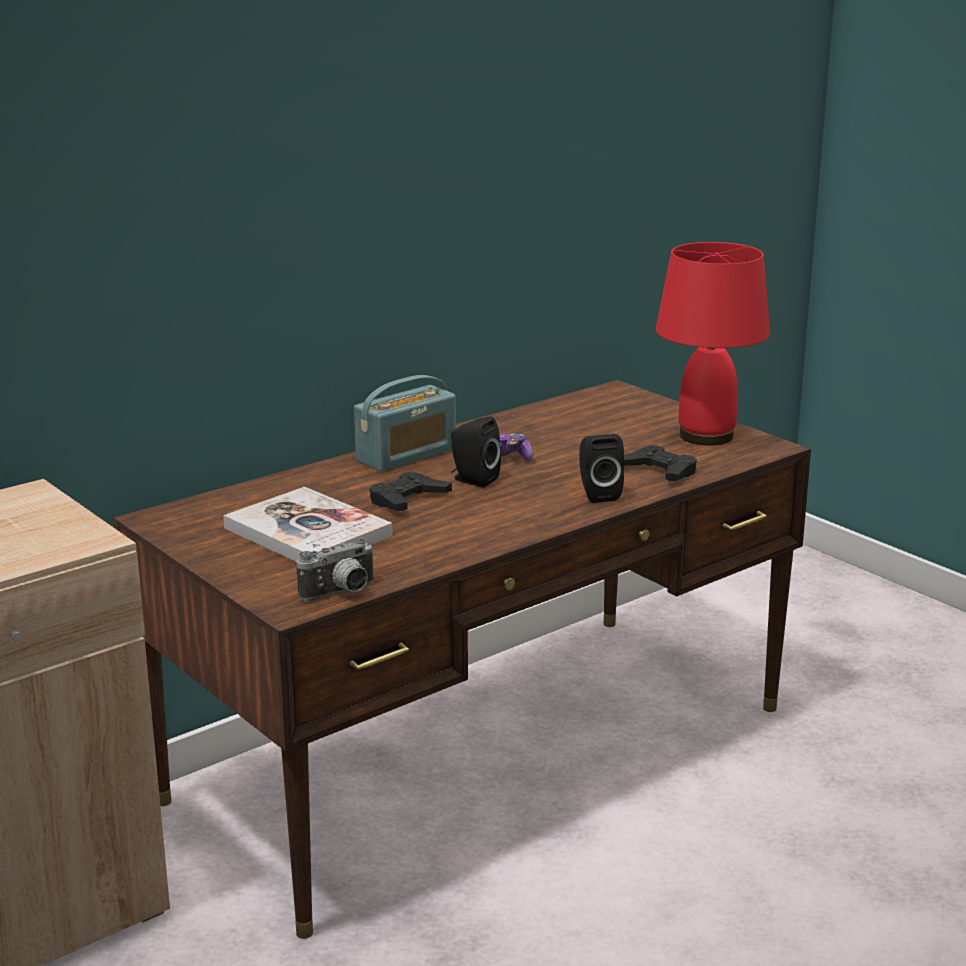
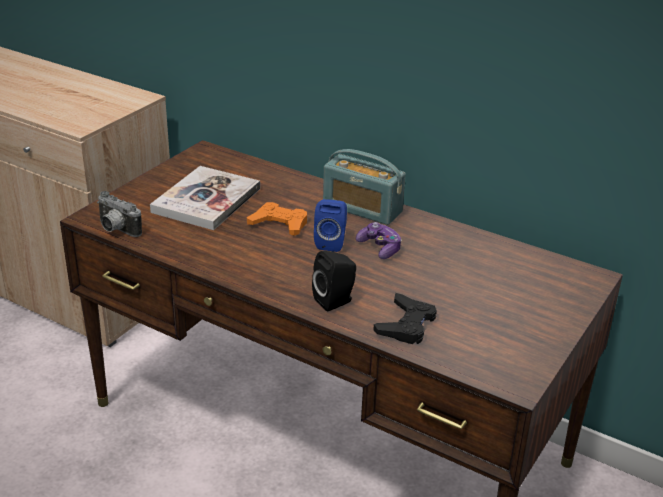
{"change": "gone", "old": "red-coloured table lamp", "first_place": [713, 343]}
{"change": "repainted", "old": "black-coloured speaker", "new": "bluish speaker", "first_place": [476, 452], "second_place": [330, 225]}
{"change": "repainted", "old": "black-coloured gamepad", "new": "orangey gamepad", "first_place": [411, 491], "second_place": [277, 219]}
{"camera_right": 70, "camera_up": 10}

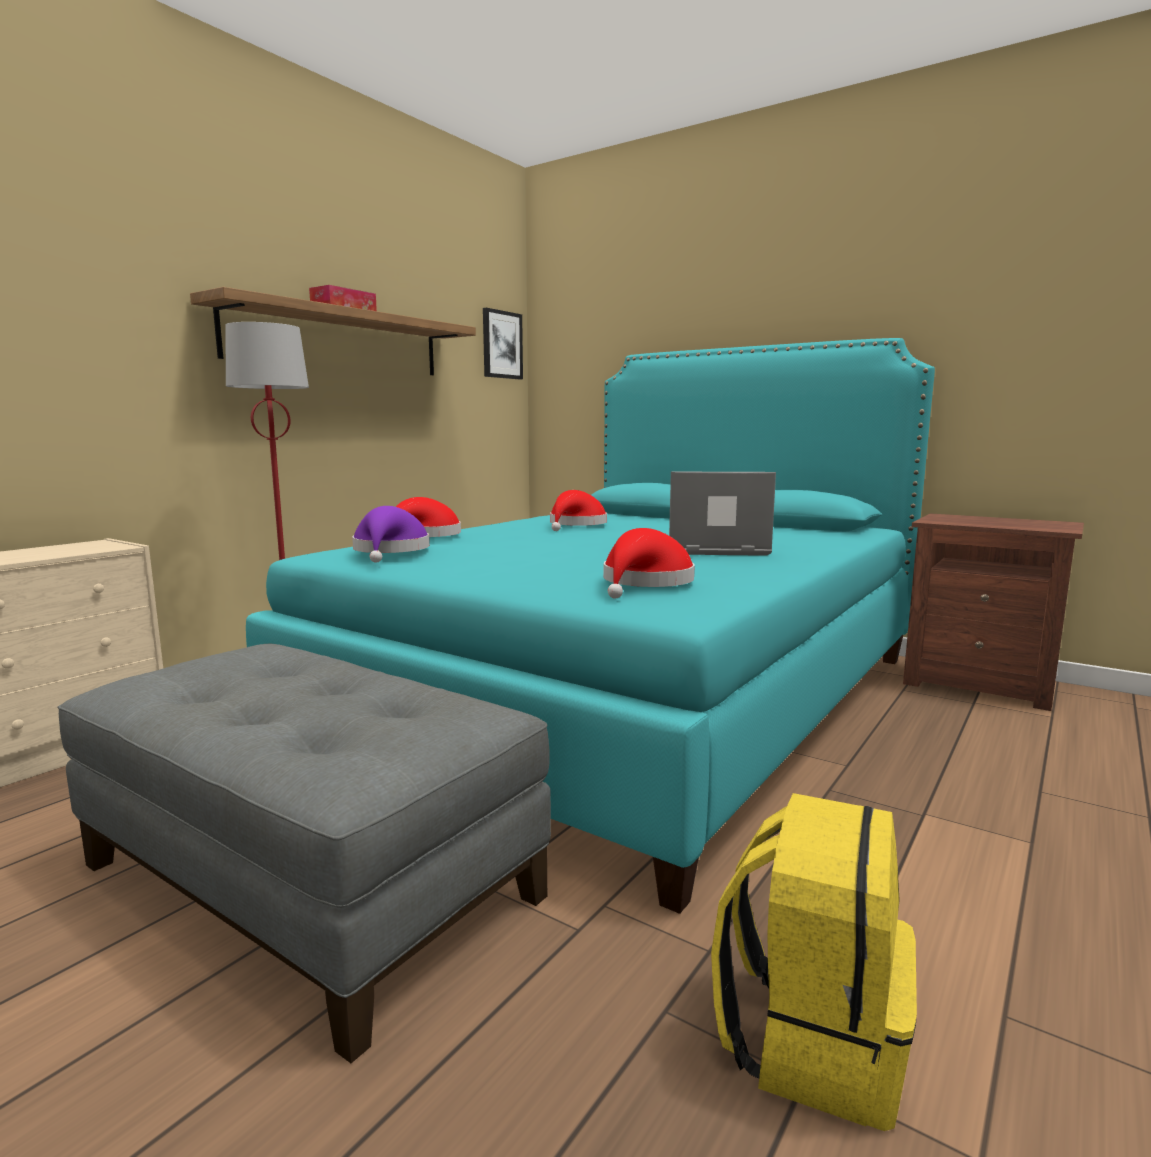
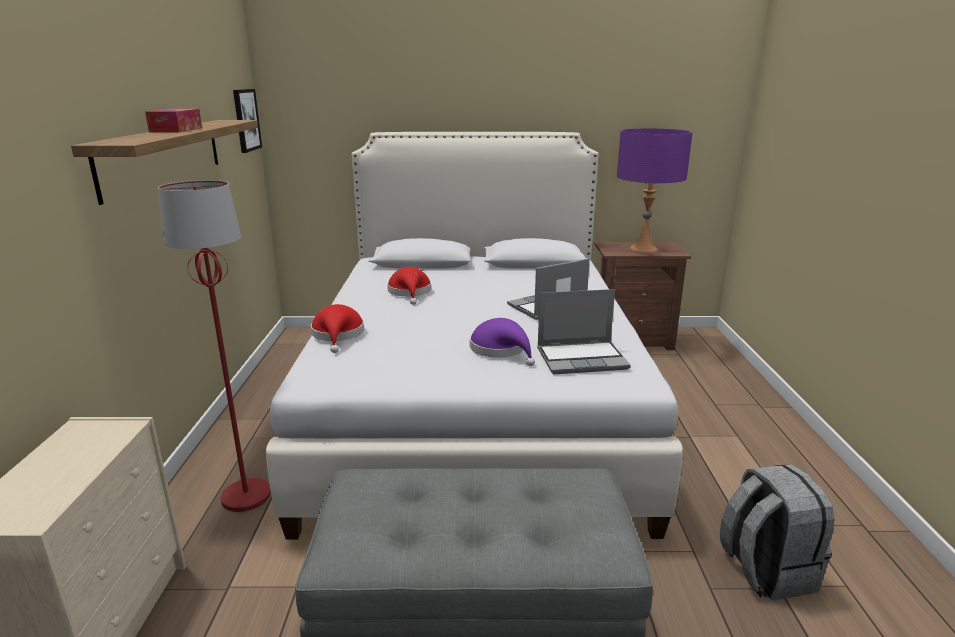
{"change": "repainted", "old": "blue-green bed", "new": "whitish bed", "first_place": [590, 626], "second_place": [474, 336]}
{"change": "shifted", "old": "purple-coloured clothing hat", "first_place": [390, 534], "second_place": [502, 342]}
{"change": "swapped", "old": "red-coloured clothing hat", "new": "notebook computer", "first_place": [649, 563], "second_place": [584, 331]}
{"change": "repainted", "old": "yellow knapsack", "new": "greyish knapsack", "first_place": [814, 962], "second_place": [777, 532]}
{"change": "new", "new": "purple-coloured table lamp", "second_place": [655, 190]}
{"camera_right": -35, "camera_up": 10}

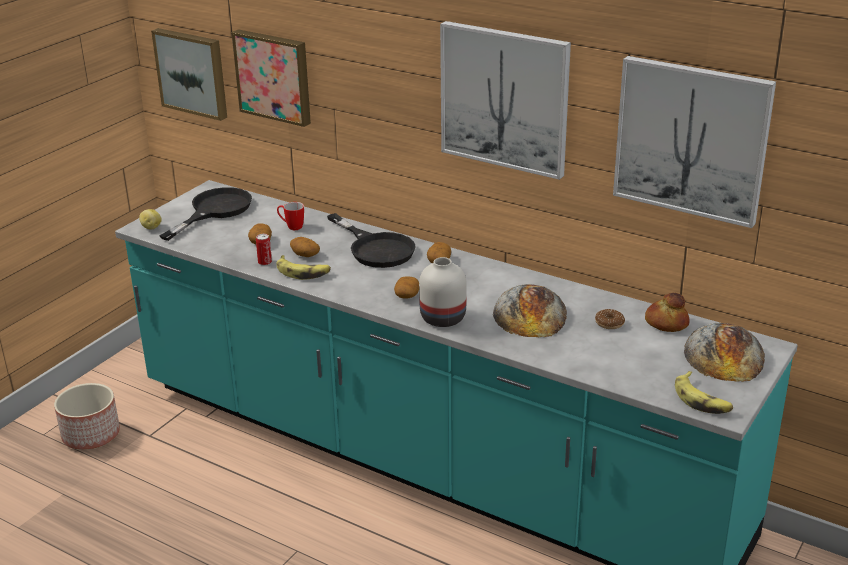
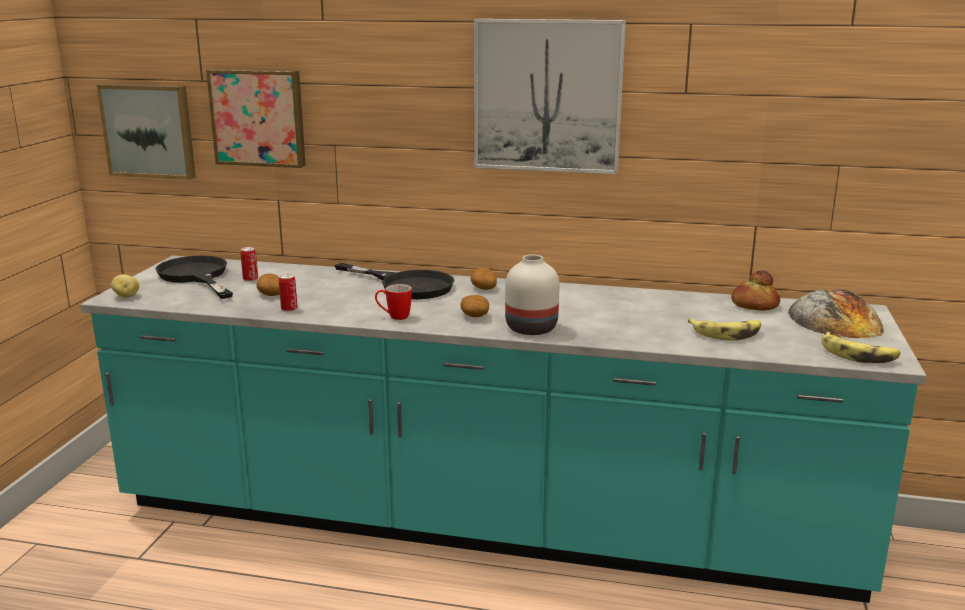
{"change": "gone", "old": "wall picture", "first_place": [694, 142]}
{"change": "rotated", "old": "black-coloured skillet", "first_place": [205, 214], "second_place": [194, 277], "degrees": -45}
{"change": "shifted", "old": "tea mug", "first_place": [290, 216], "second_place": [393, 302]}
{"change": "gone", "old": "potato", "first_place": [305, 247]}
{"change": "shifted", "old": "banana fruit", "first_place": [303, 267], "second_place": [724, 329]}
{"change": "gone", "old": "bread", "first_place": [530, 310]}
{"change": "gone", "old": "doughnut", "first_place": [610, 319]}
{"change": "gone", "old": "plant pot", "first_place": [87, 416]}
{"change": "new", "new": "metal can", "second_place": [249, 264]}
{"camera_right": -20, "camera_up": -10}

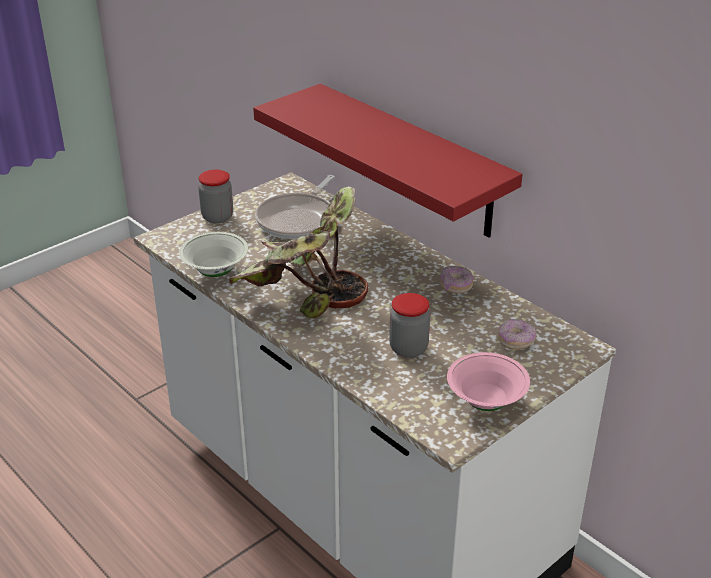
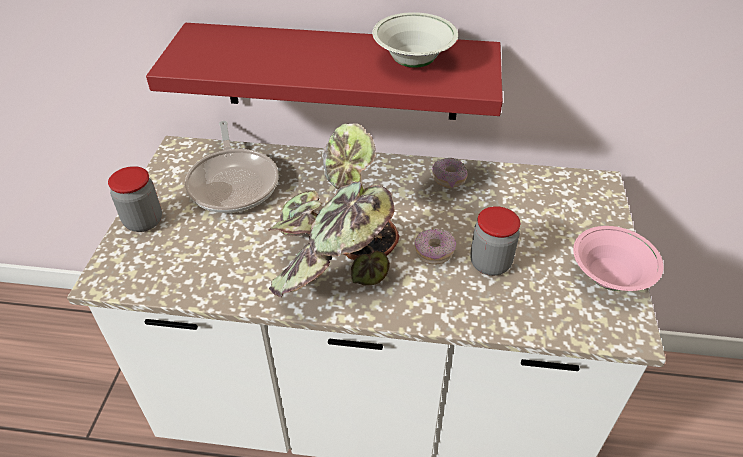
{"change": "shifted", "old": "whitish bowl", "first_place": [213, 254], "second_place": [415, 40]}
{"change": "shifted", "old": "doughnut", "first_place": [517, 334], "second_place": [435, 246]}
{"camera_right": -40, "camera_up": 10}

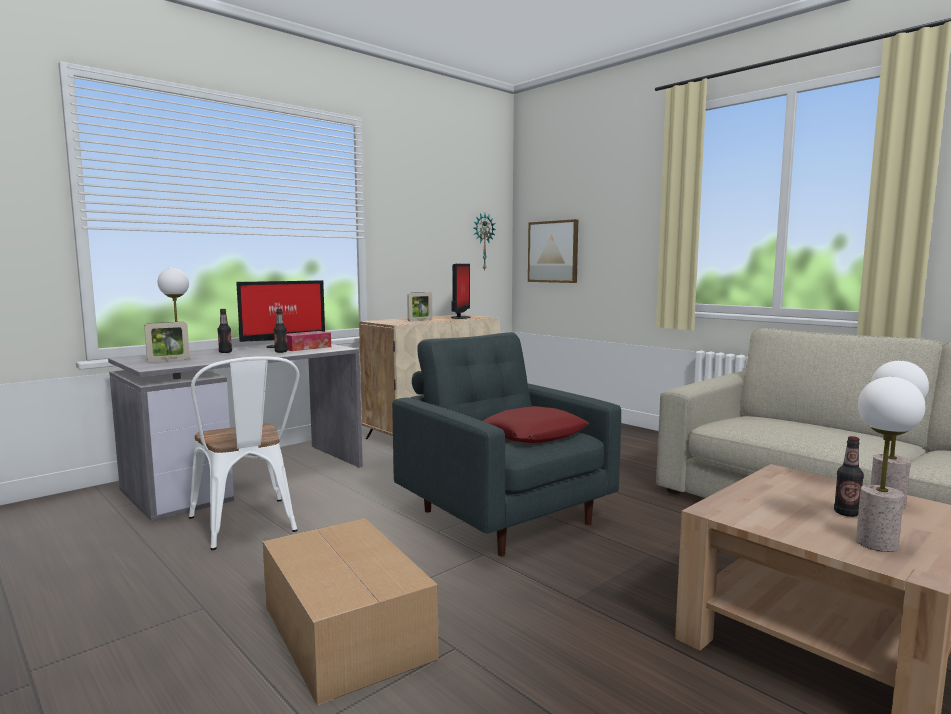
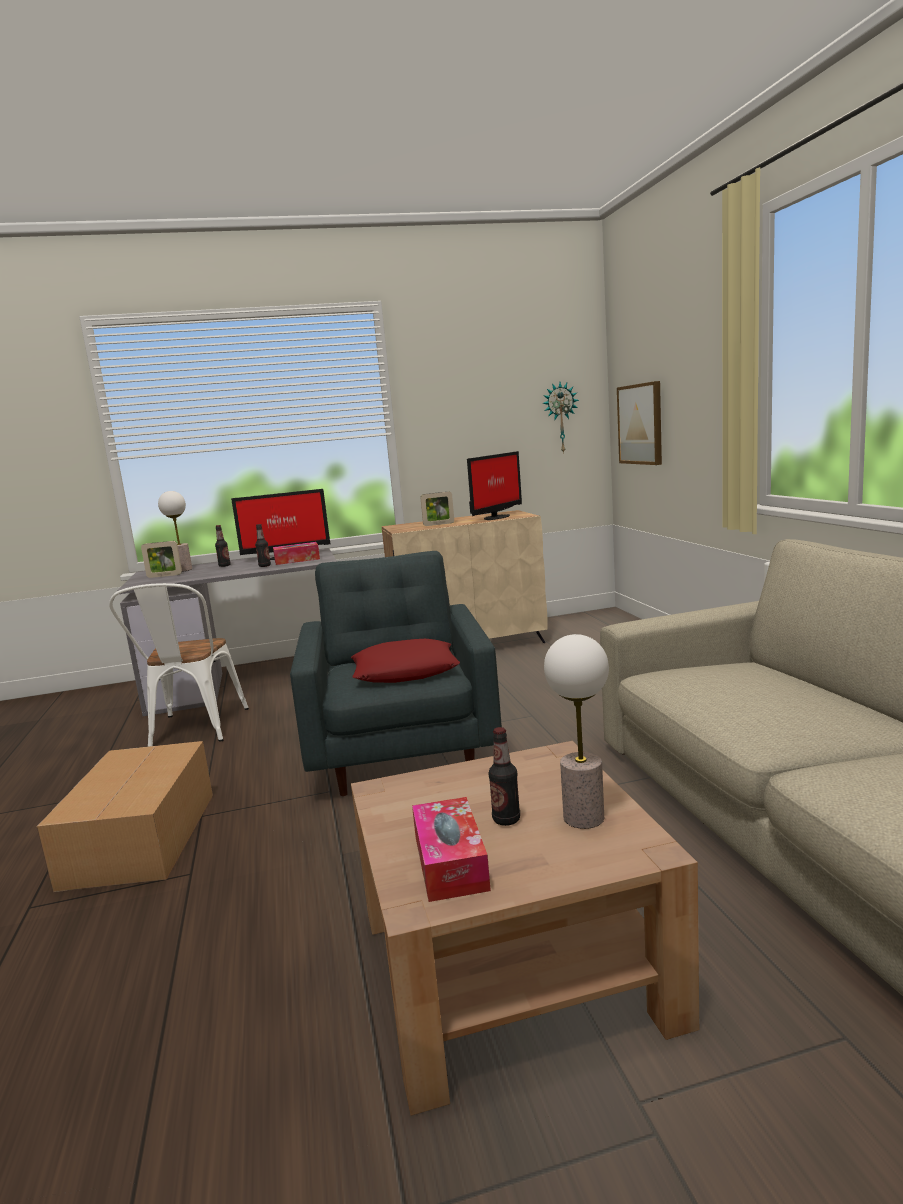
{"change": "swapped", "old": "table lamp", "new": "tissue holder", "first_place": [890, 464], "second_place": [451, 849]}
{"camera_right": 30, "camera_up": 5}

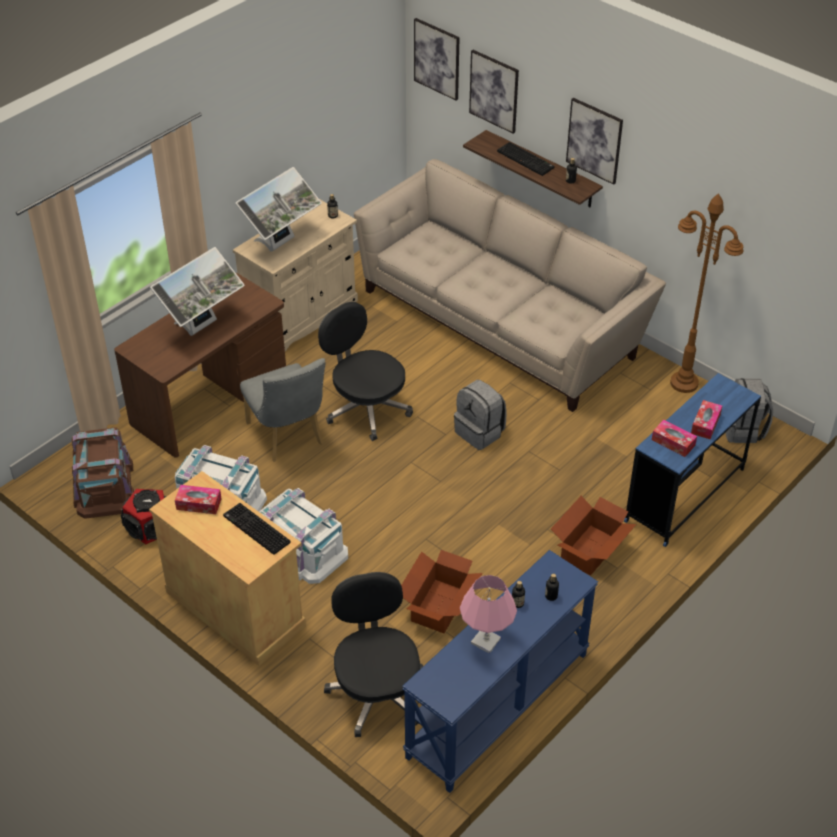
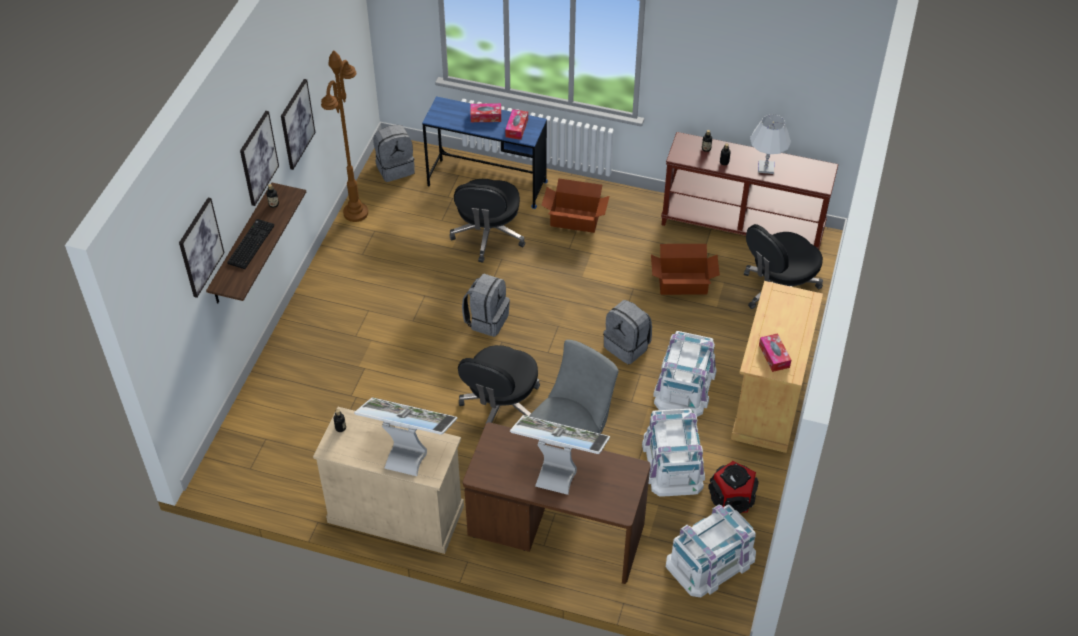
{"change": "shifted", "old": "wall picture", "first_place": [437, 59], "second_place": [298, 124]}
{"change": "gone", "old": "sand-coloured sofa", "first_place": [510, 285]}
{"change": "repainted", "old": "brownish storage bin", "new": "whitish storage bin", "first_place": [103, 473], "second_place": [711, 550]}
{"change": "gone", "old": "PC keyboard", "first_place": [257, 529]}
{"change": "repainted", "old": "bluish console table", "new": "brownish console table", "first_place": [500, 671], "second_place": [749, 190]}
{"change": "repainted", "old": "pink-coloured table lamp", "new": "whitish table lamp", "first_place": [488, 614], "second_place": [770, 144]}
{"change": "new", "new": "black-coloured office chair", "second_place": [487, 221]}
{"change": "new", "new": "greyish knapsack", "second_place": [627, 332]}
{"camera_right": -115, "camera_up": 5}

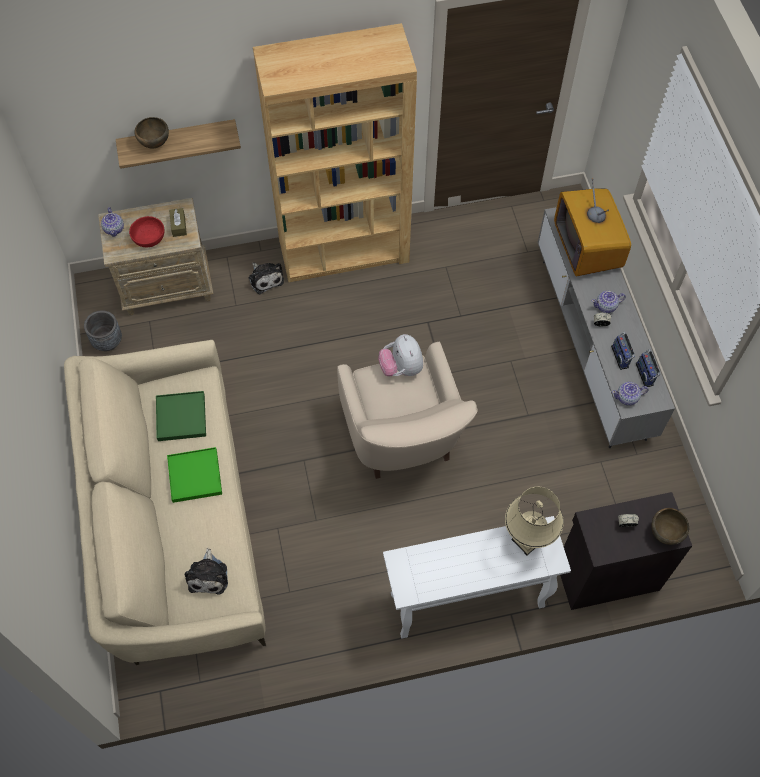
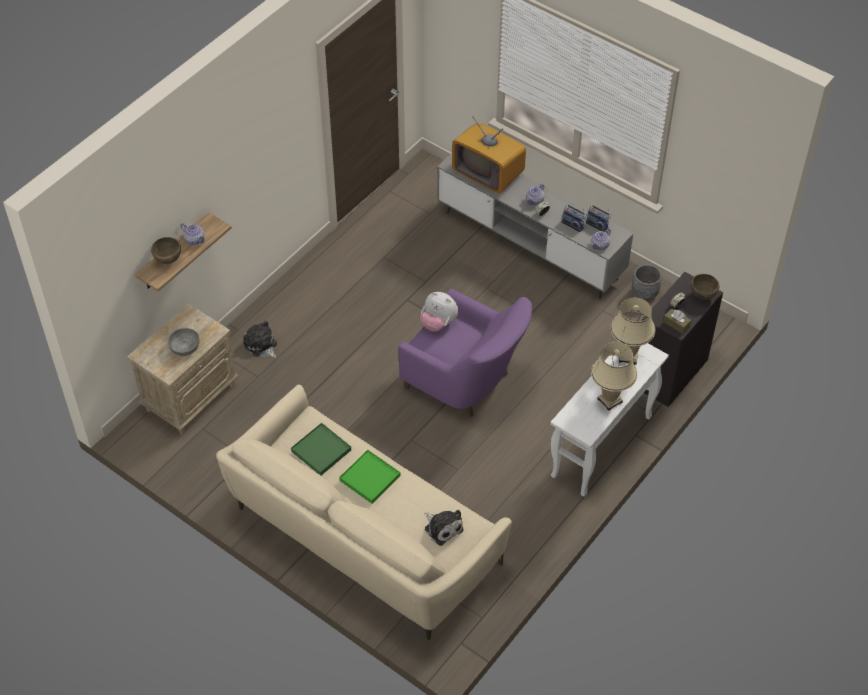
{"change": "gone", "old": "brownish shelving unit", "first_place": [335, 152]}
{"change": "shifted", "old": "tea pot", "first_place": [112, 222], "second_place": [193, 234]}
{"change": "shifted", "old": "brownish tissue holder", "first_place": [178, 222], "second_place": [677, 321]}
{"change": "repainted", "old": "red-coloured bowl", "new": "greyish bowl", "first_place": [147, 232], "second_place": [183, 342]}
{"change": "rotated", "old": "soft toy", "first_place": [266, 278], "second_place": [260, 339], "degrees": -150}
{"change": "shifted", "old": "greyish plant pot", "first_place": [103, 330], "second_place": [647, 282]}
{"change": "repainted", "old": "sand-coloured easy chair", "new": "purple-coloured easy chair", "first_place": [407, 410], "second_place": [465, 353]}
{"change": "new", "new": "sand-coloured table lamp", "second_place": [614, 376]}
{"camera_right": -40, "camera_up": -10}

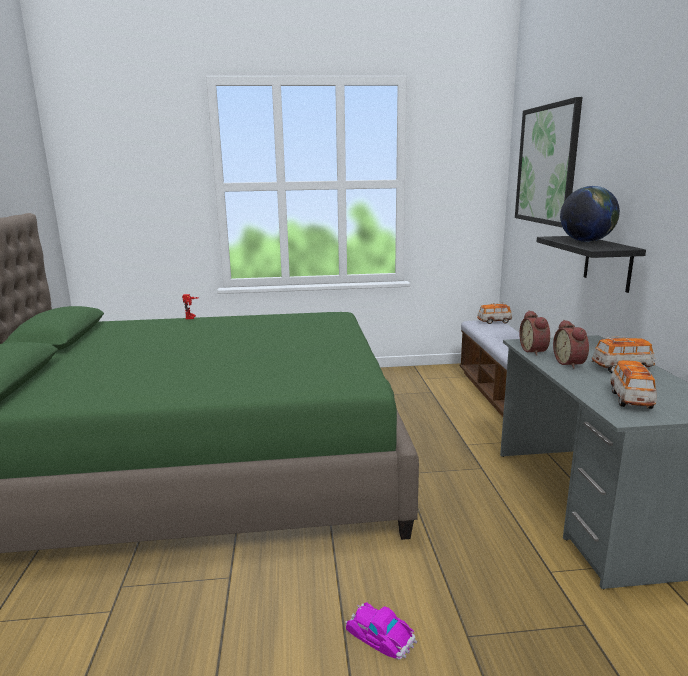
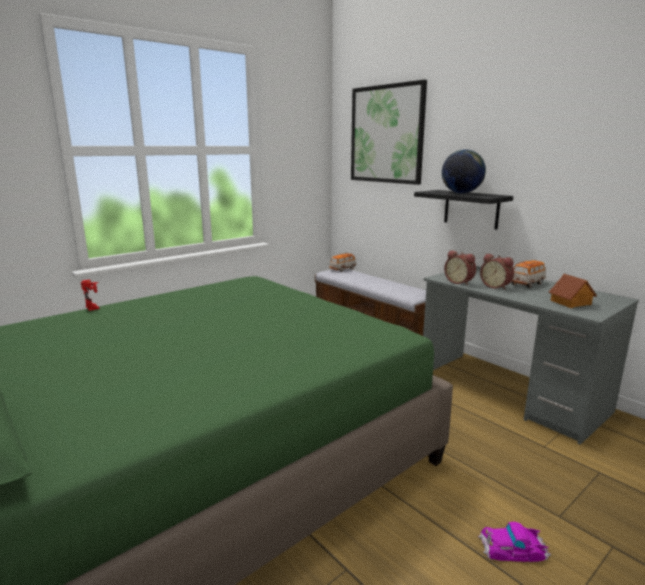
{"change": "swapped", "old": "toy car", "new": "miniature house", "first_place": [633, 384], "second_place": [573, 291]}
{"camera_right": -35, "camera_up": 0}

